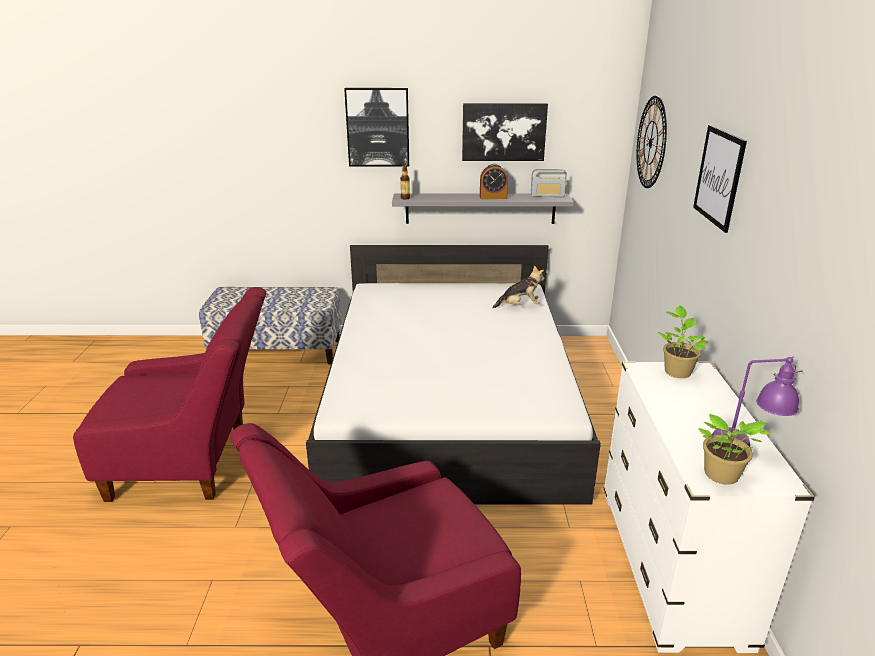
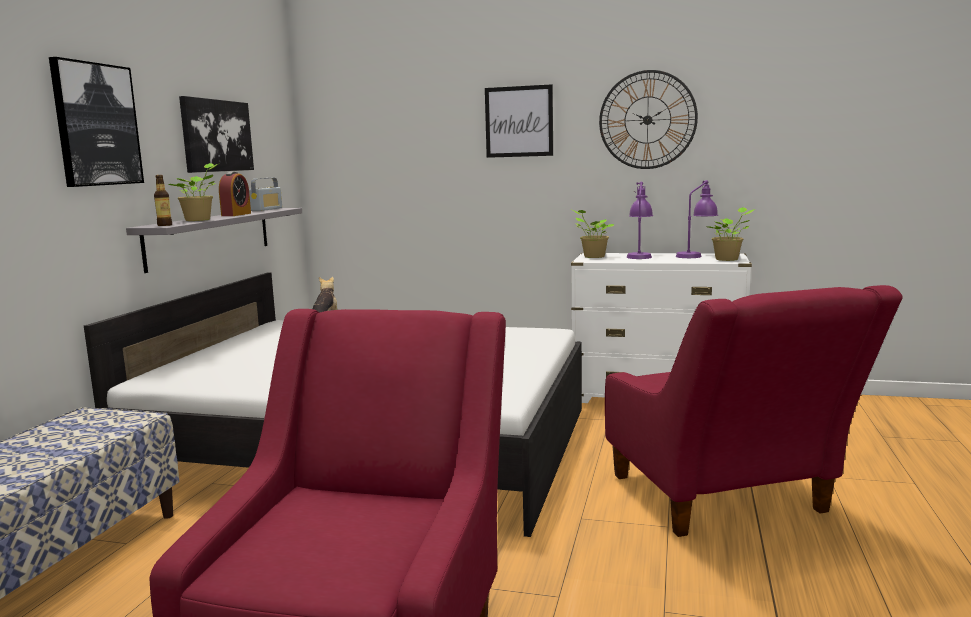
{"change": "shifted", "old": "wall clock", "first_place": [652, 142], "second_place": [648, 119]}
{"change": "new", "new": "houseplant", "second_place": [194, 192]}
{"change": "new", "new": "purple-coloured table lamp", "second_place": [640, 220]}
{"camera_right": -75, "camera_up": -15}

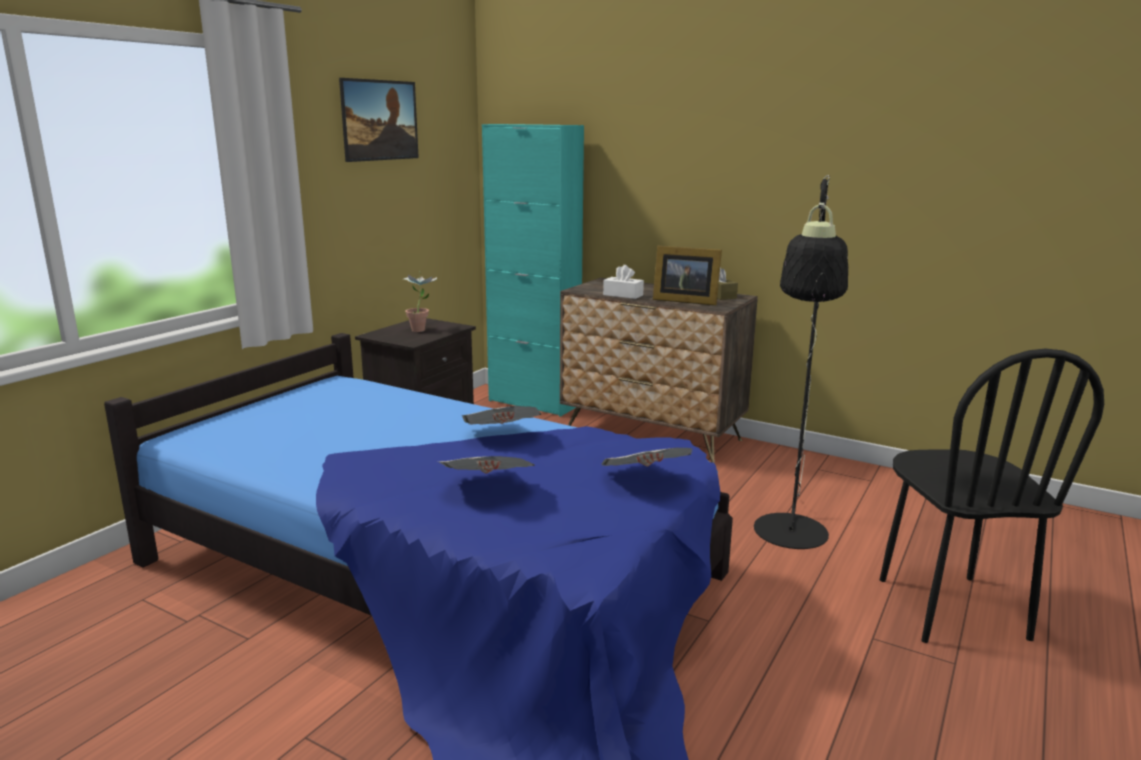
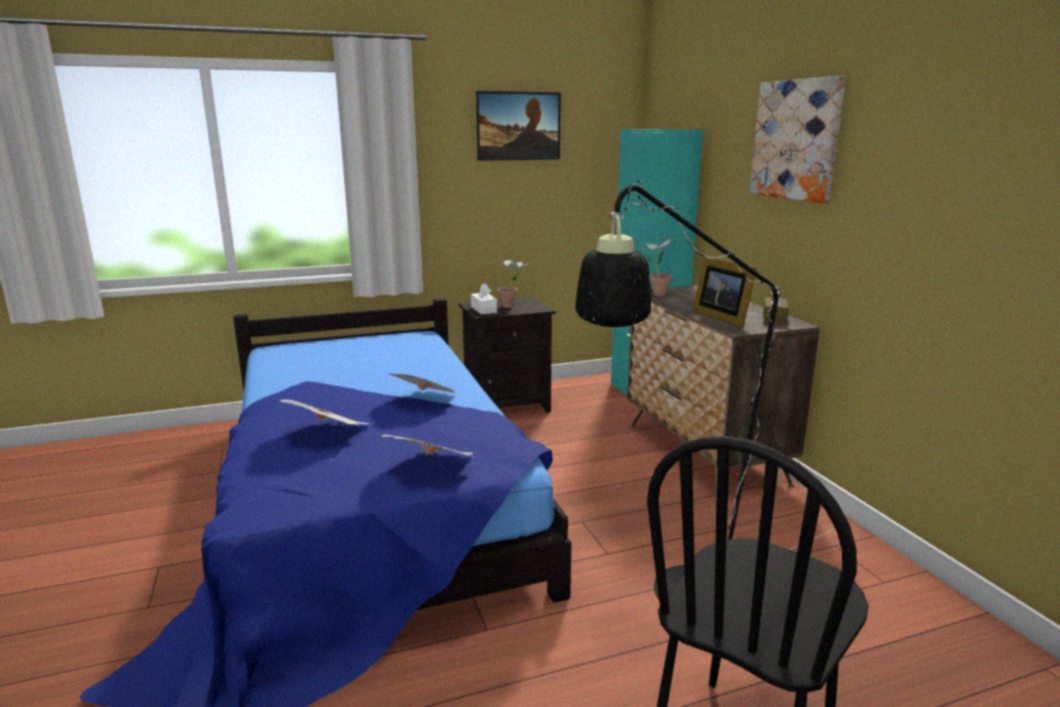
{"change": "shifted", "old": "whitish tissue holder", "first_place": [623, 282], "second_place": [484, 298]}
{"change": "new", "new": "wall picture", "second_place": [798, 139]}
{"change": "new", "new": "houseplant", "second_place": [655, 266]}
{"camera_right": 40, "camera_up": 0}

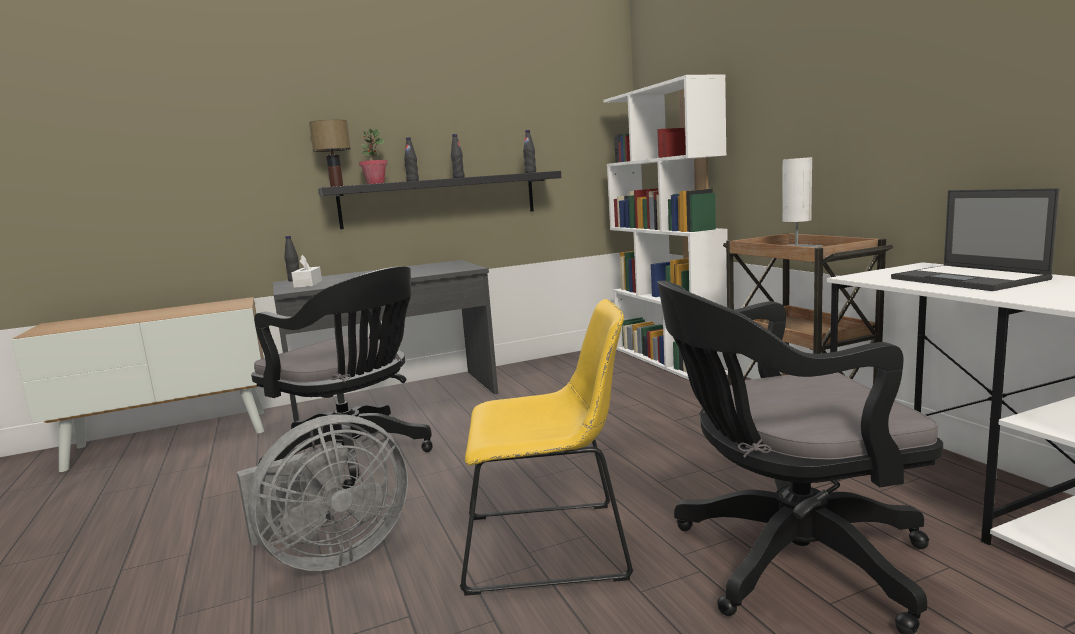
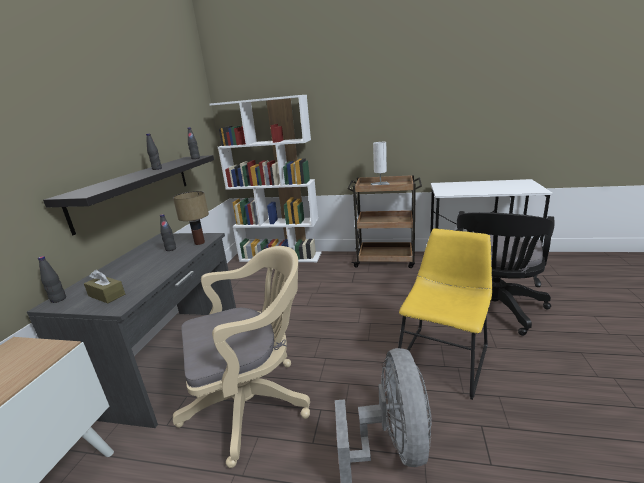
{"change": "shifted", "old": "table lamp", "first_place": [330, 153], "second_place": [191, 218]}
{"change": "gone", "old": "houseplant", "first_place": [373, 156]}
{"change": "shifted", "old": "black-coloured beverage bottle", "first_place": [411, 159], "second_place": [168, 232]}
{"change": "gone", "old": "notebook computer", "first_place": [975, 239]}
{"change": "repainted", "old": "whitish tissue holder", "new": "brownish tissue holder", "first_place": [307, 271], "second_place": [104, 286]}
{"change": "repainted", "old": "black-coloured office chair", "new": "sand-coloured office chair", "first_place": [342, 377], "second_place": [241, 357]}
{"camera_right": -55, "camera_up": 10}

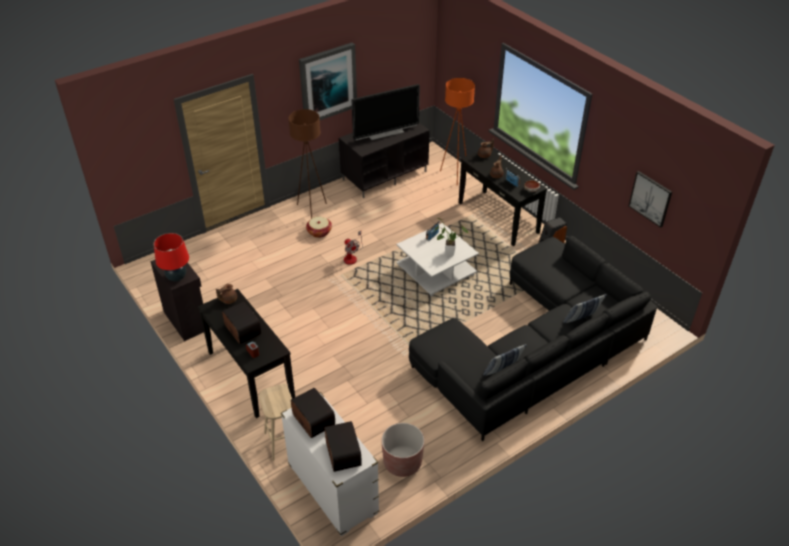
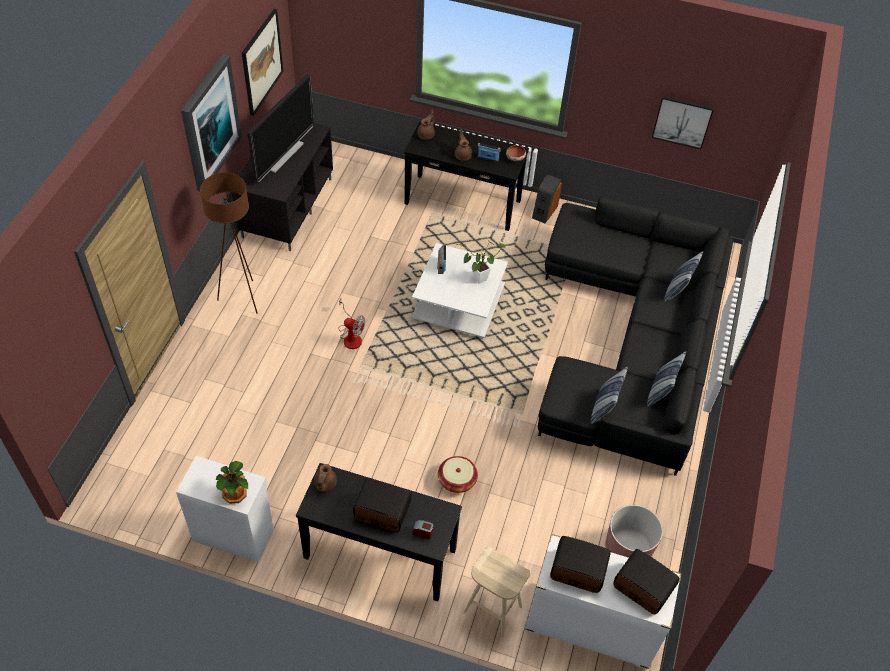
{"change": "gone", "old": "orangey standing lamp", "first_place": [457, 131]}
{"change": "shifted", "old": "storage basket", "first_place": [319, 227], "second_place": [458, 474]}
{"change": "swapped", "old": "red-coloured table lamp", "new": "houseplant", "first_place": [171, 257], "second_place": [231, 482]}
{"change": "repainted", "old": "black-coloured cupboard", "new": "whitish cupboard", "first_place": [177, 300], "second_place": [225, 509]}
{"change": "new", "new": "wall picture", "second_place": [262, 62]}
{"change": "new", "new": "cushion", "second_place": [609, 395]}
{"camera_right": -40, "camera_up": 10}

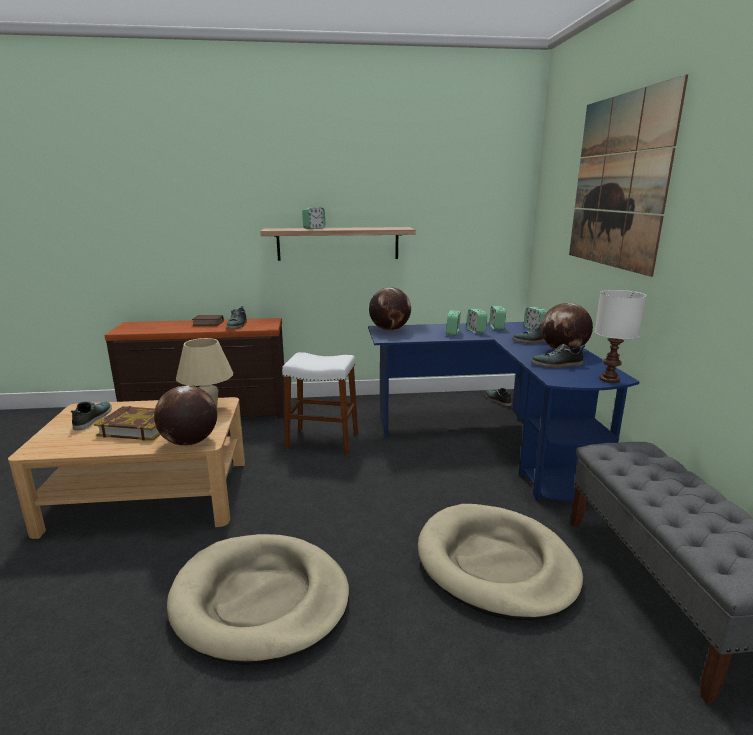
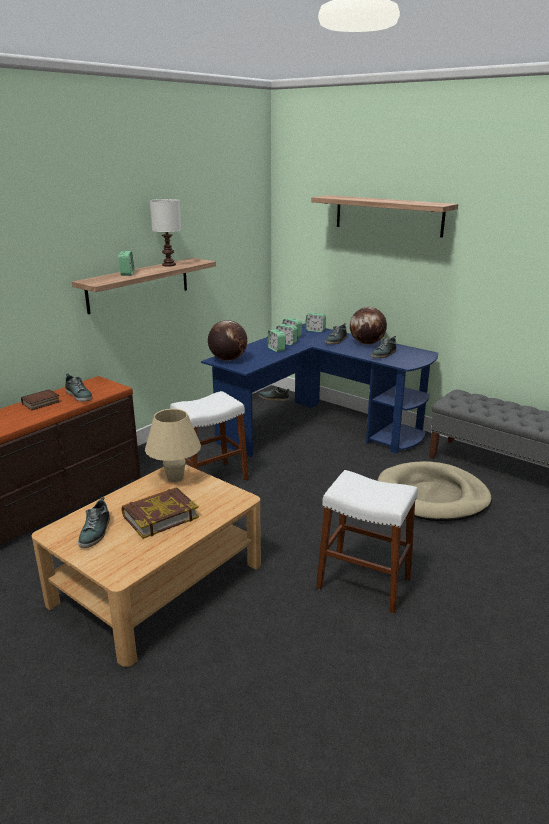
{"change": "swapped", "old": "wall picture", "new": "shelf", "first_place": [628, 175], "second_place": [384, 216]}
{"change": "shifted", "old": "whitish table lamp", "first_place": [620, 336], "second_place": [165, 232]}
{"change": "gone", "old": "globe", "first_place": [185, 415]}
{"change": "rotated", "old": "item of footwear", "first_place": [91, 415], "second_place": [94, 522], "degrees": -135}
{"change": "swapped", "old": "sand-coloured dog cushion", "new": "whitish stool", "first_place": [258, 599], "second_place": [367, 542]}
{"camera_right": -45, "camera_up": 5}

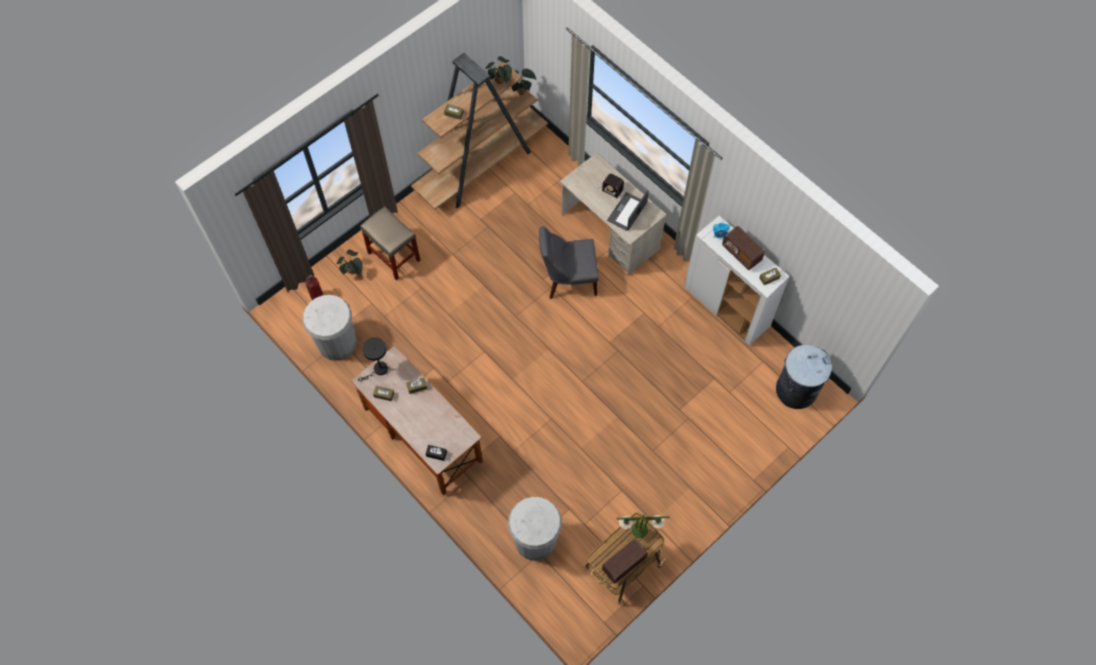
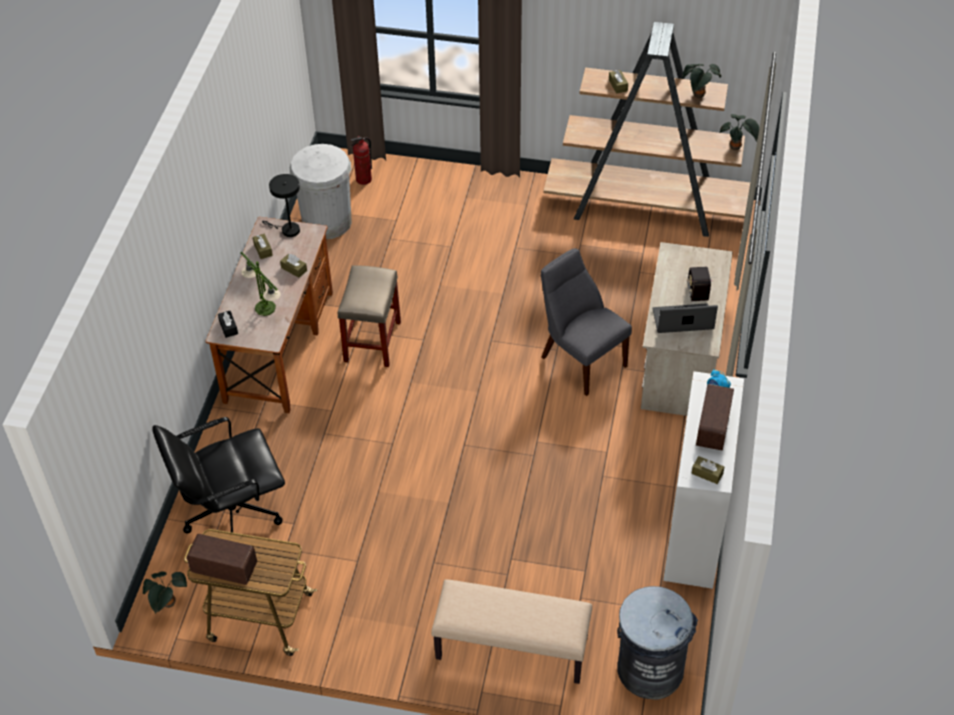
{"change": "shifted", "old": "sand-coloured stool", "first_place": [390, 243], "second_place": [369, 316]}
{"change": "shifted", "old": "houseplant", "first_place": [349, 262], "second_place": [165, 592]}
{"change": "swapped", "old": "whitish waste bin", "new": "black-coloured office chair", "first_place": [535, 529], "second_place": [219, 475]}
{"change": "shifted", "old": "table lamp", "first_place": [643, 526], "second_place": [260, 283]}
{"change": "new", "new": "sand-coloured indoor bench", "second_place": [511, 631]}
{"camera_right": 55, "camera_up": -15}

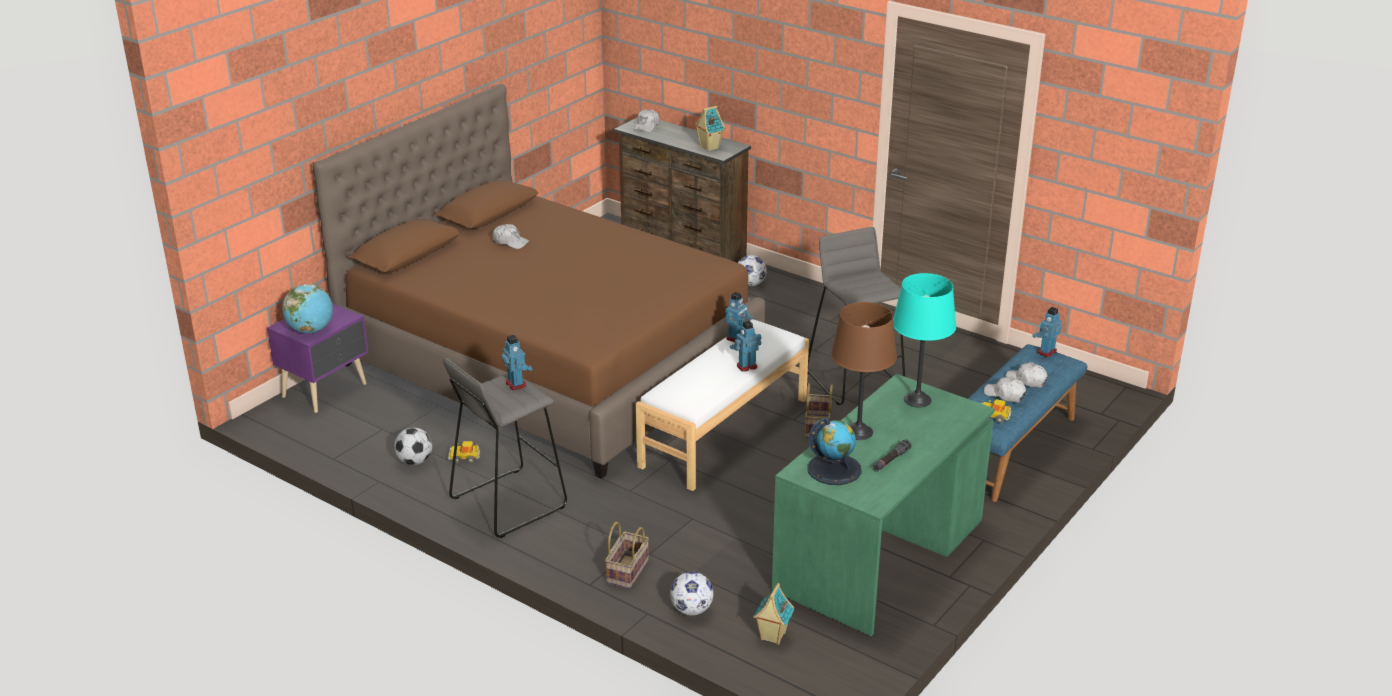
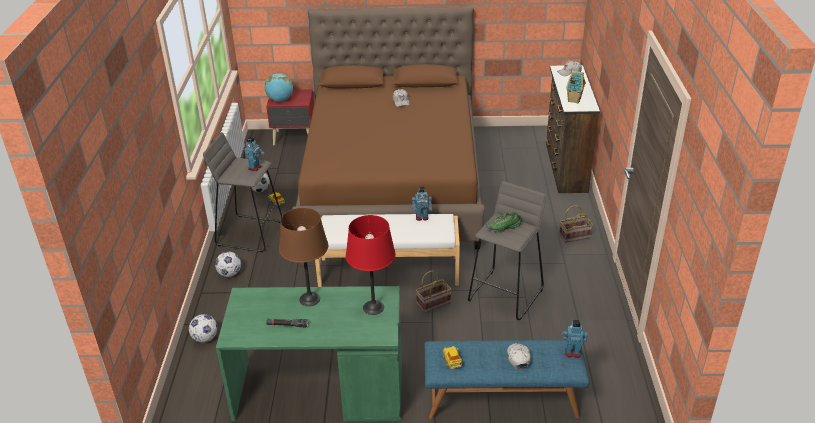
{"change": "shifted", "old": "football", "first_place": [752, 270], "second_place": [228, 264]}
{"change": "repainted", "old": "blue-green table lamp", "new": "red-coloured table lamp", "first_place": [924, 340], "second_place": [371, 265]}
{"change": "repainted", "old": "purple-coloured nightstand", "new": "red-coloured nightstand", "first_place": [317, 358], "second_place": [290, 117]}
{"change": "gone", "old": "robot figure", "first_place": [745, 346]}
{"change": "gone", "old": "whitish baseball cap", "first_place": [1005, 390]}
{"change": "gone", "old": "globe", "first_place": [834, 451]}
{"change": "shifted", "old": "storage basket", "first_place": [627, 555], "second_place": [576, 224]}
{"change": "gone", "old": "miniature house", "first_place": [773, 614]}
{"change": "new", "new": "green item of footwear", "second_place": [503, 222]}
{"camera_right": 55, "camera_up": 5}

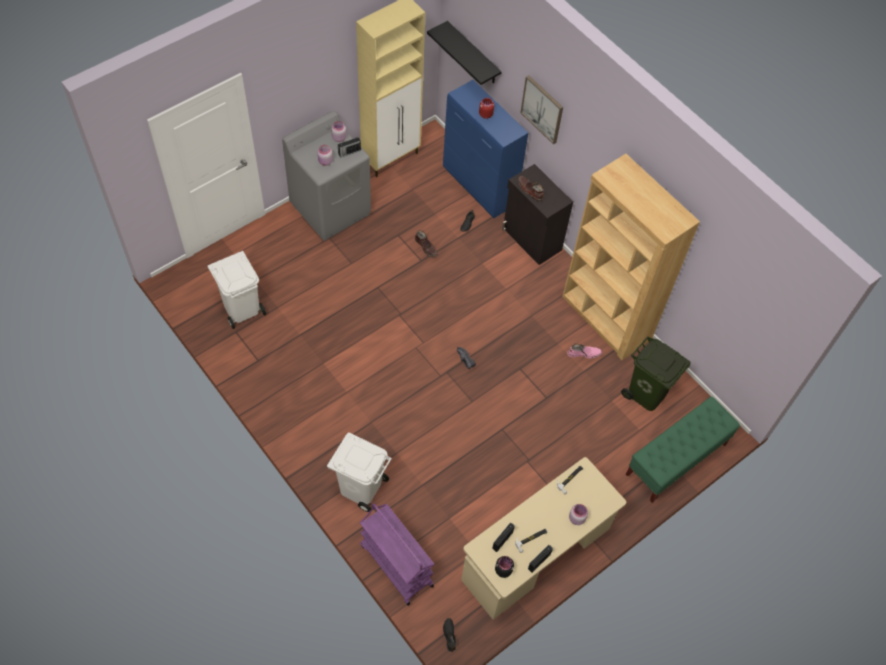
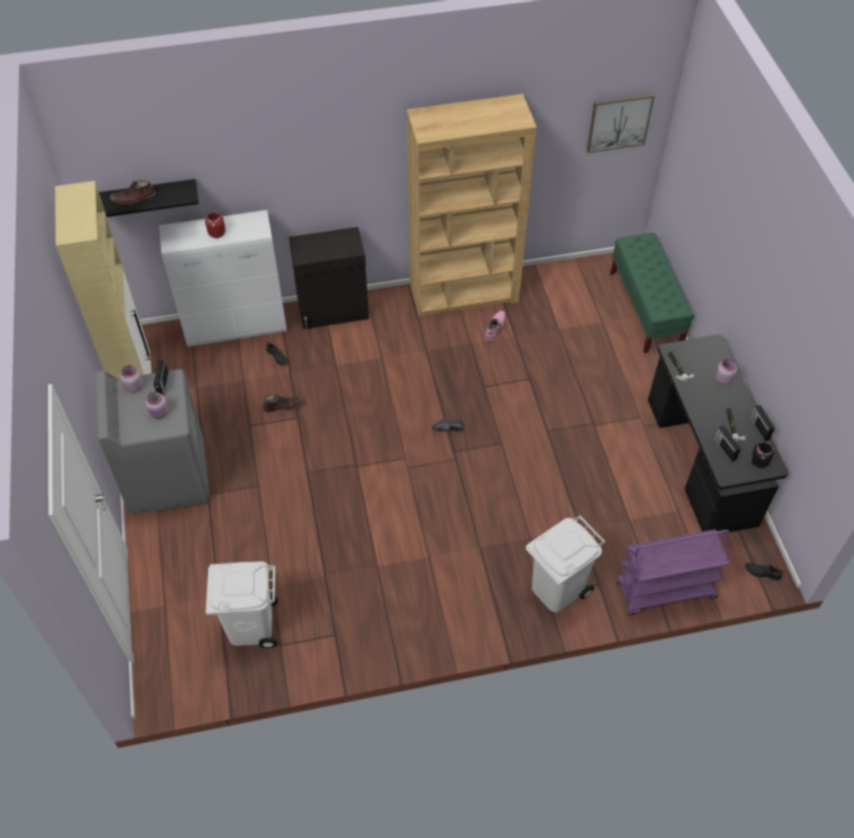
{"change": "shifted", "old": "wall picture", "first_place": [542, 109], "second_place": [620, 123]}
{"change": "repainted", "old": "bluish cupboard", "new": "whitish cupboard", "first_place": [485, 149], "second_place": [223, 278]}
{"change": "shifted", "old": "brownish boot", "first_place": [531, 189], "second_place": [133, 192]}
{"change": "gone", "old": "green waste bin", "first_place": [656, 373]}
{"change": "repainted", "old": "sand-coloured desk unit", "new": "black-coloured desk unit", "first_place": [543, 538], "second_place": [718, 435]}
{"camera_right": -60, "camera_up": -5}

